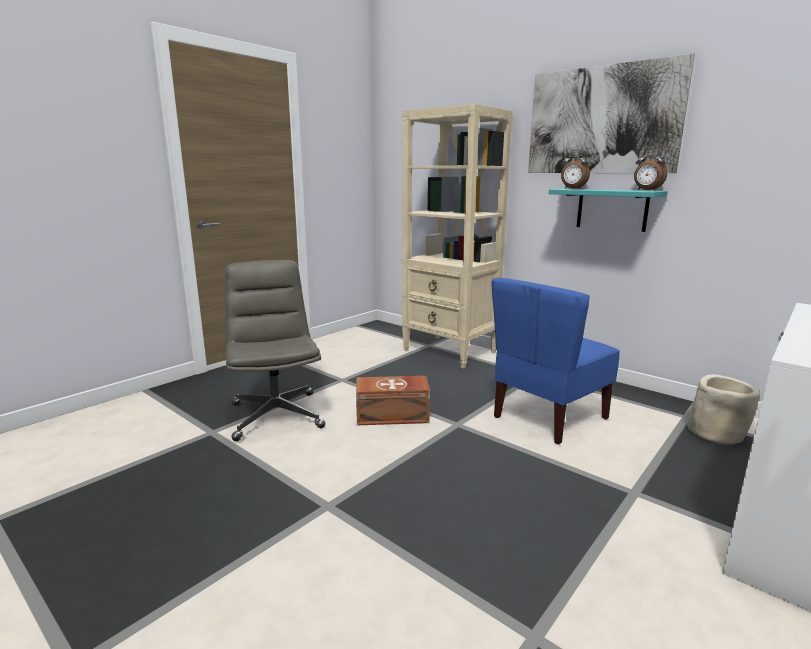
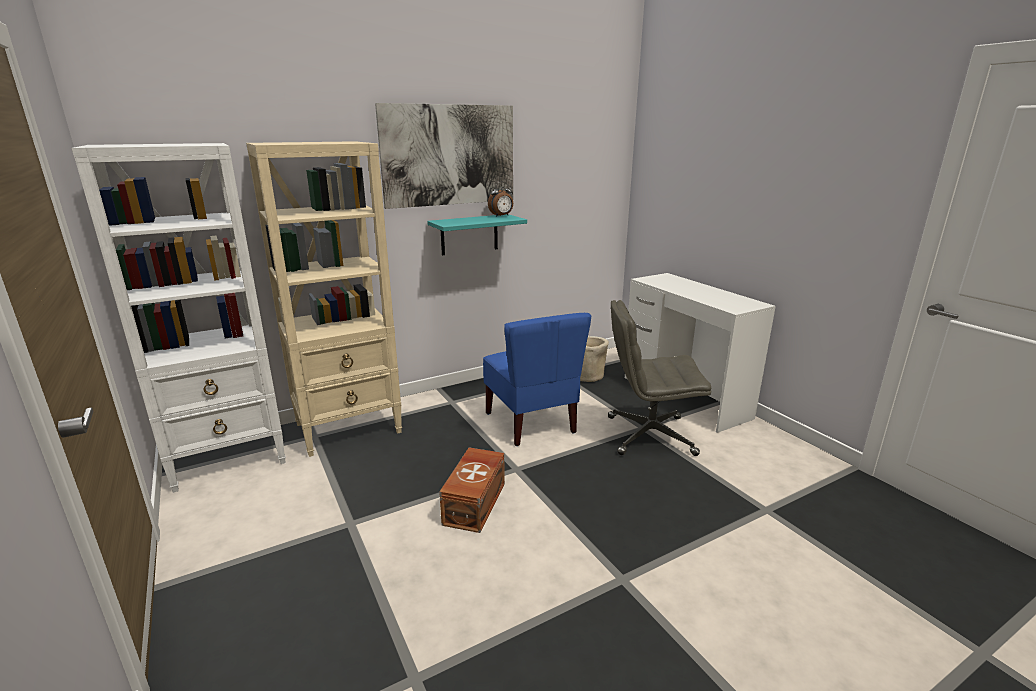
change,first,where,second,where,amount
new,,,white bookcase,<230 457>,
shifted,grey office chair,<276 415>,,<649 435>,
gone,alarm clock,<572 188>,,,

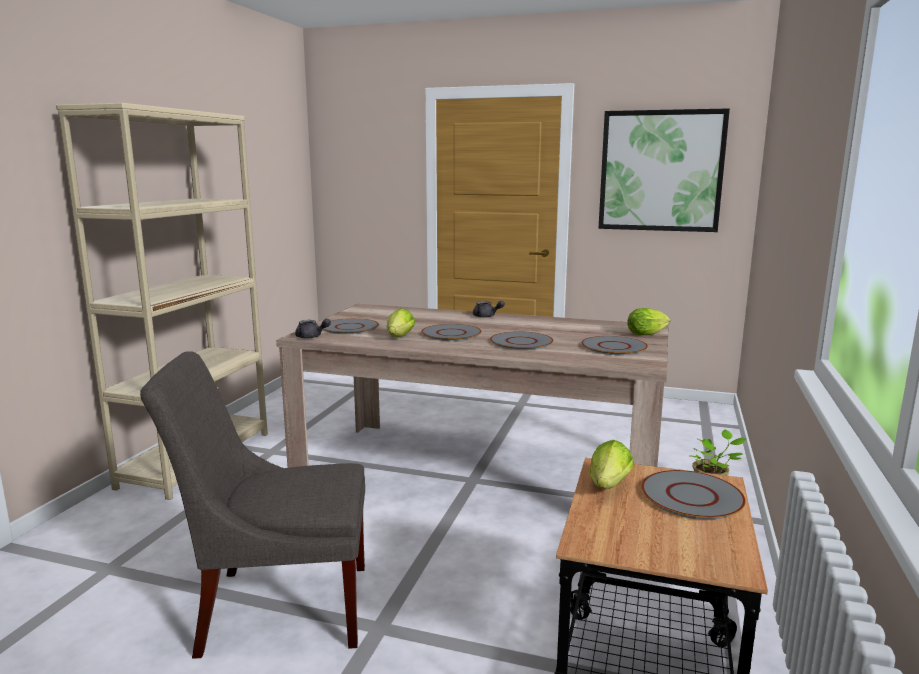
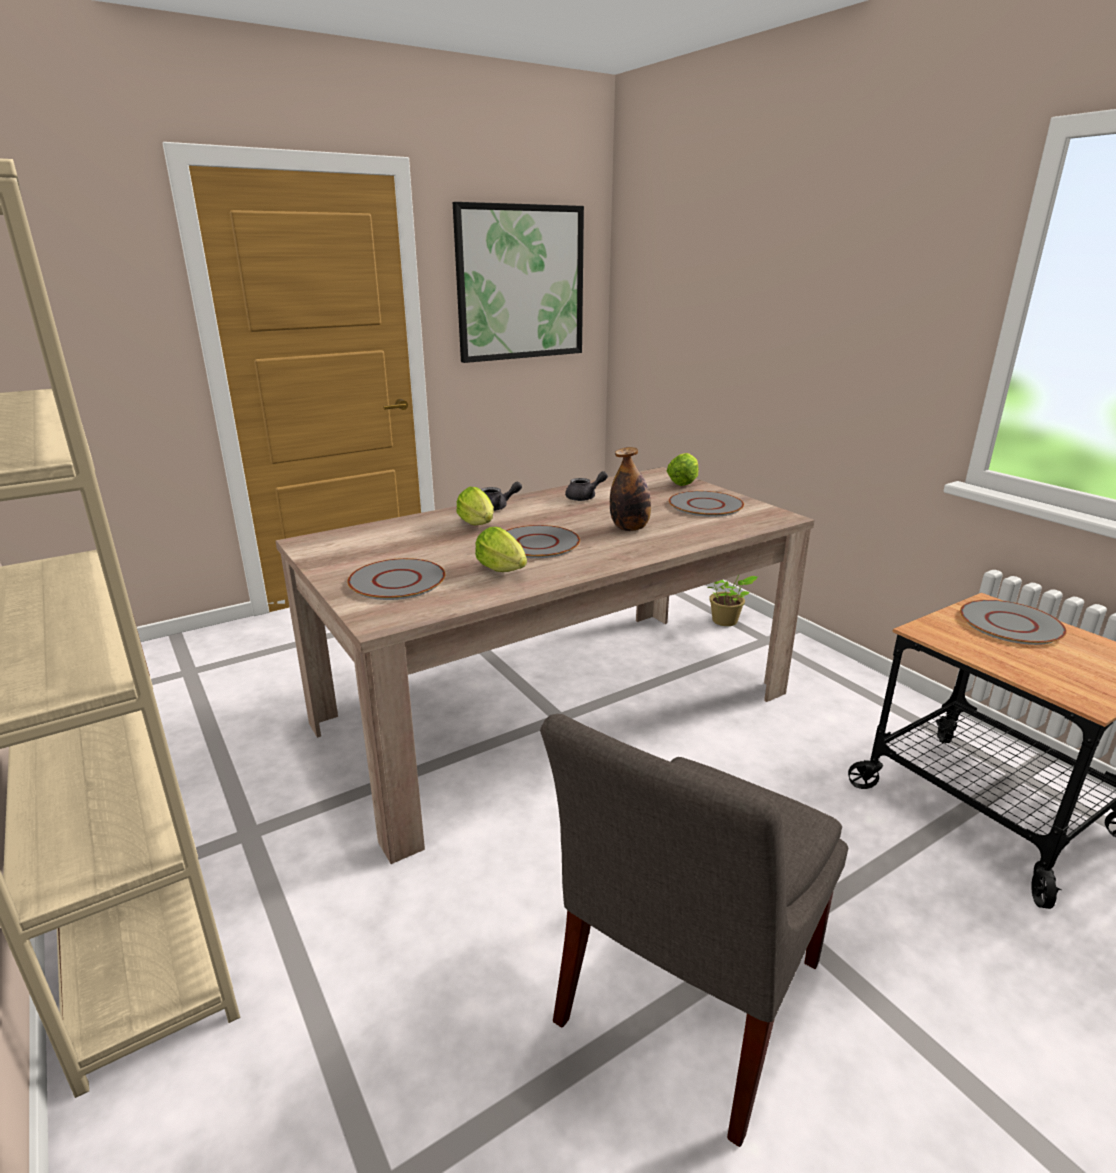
change,first,where,second,where,amount
shifted,lettuce,<608 487>,,<478 525>,
shifted,grey teapot,<311 337>,,<585 497>,
swapped,grey plate,<521 342>,bottle,<629 528>,

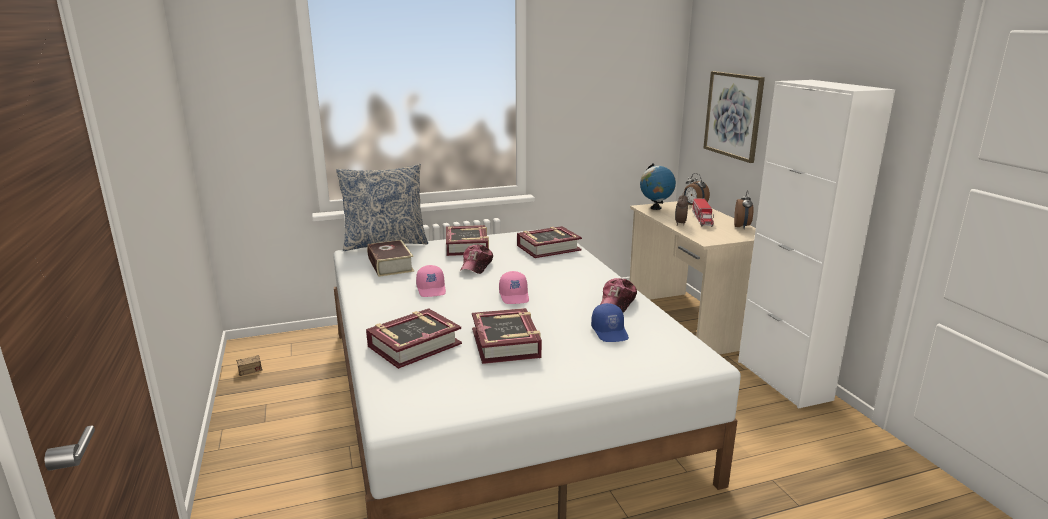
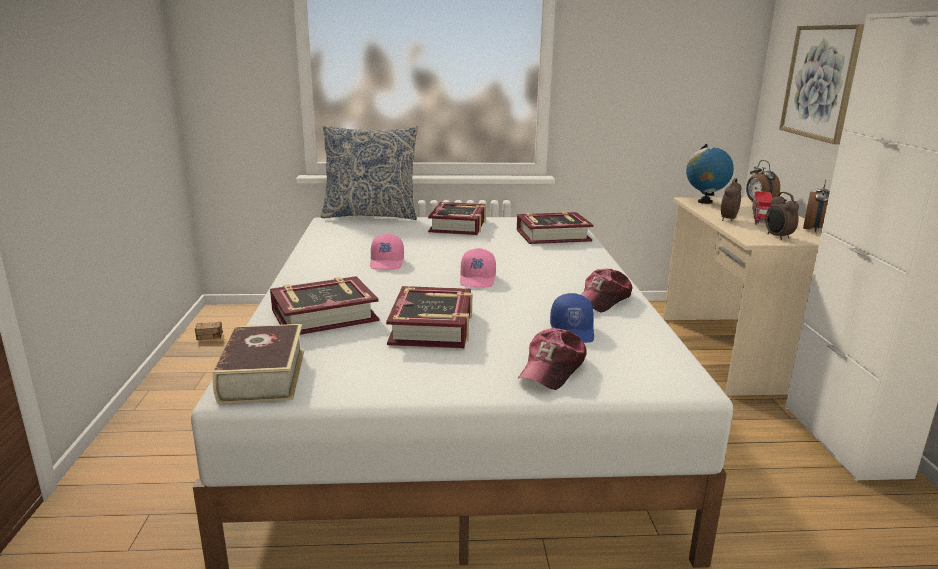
change,first,where,second,where,amount
shifted,book,<390 265>,,<263 375>,
shifted,cap,<476 266>,,<552 369>,
new,,,alarm clock,<777 237>,

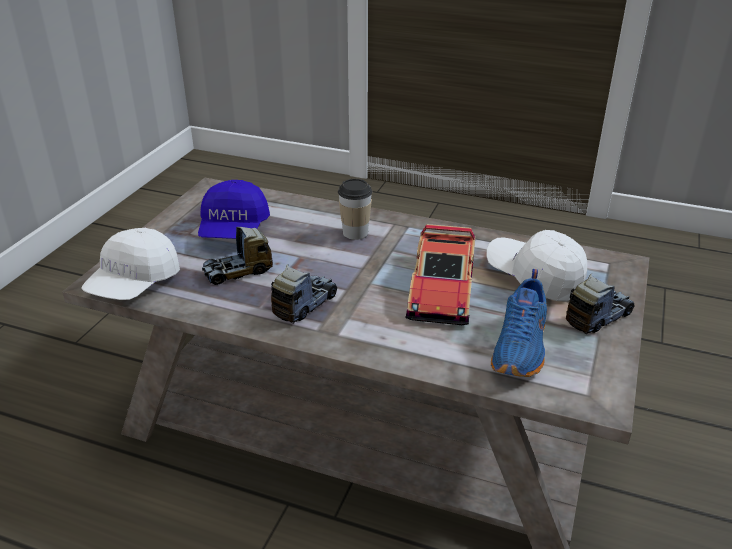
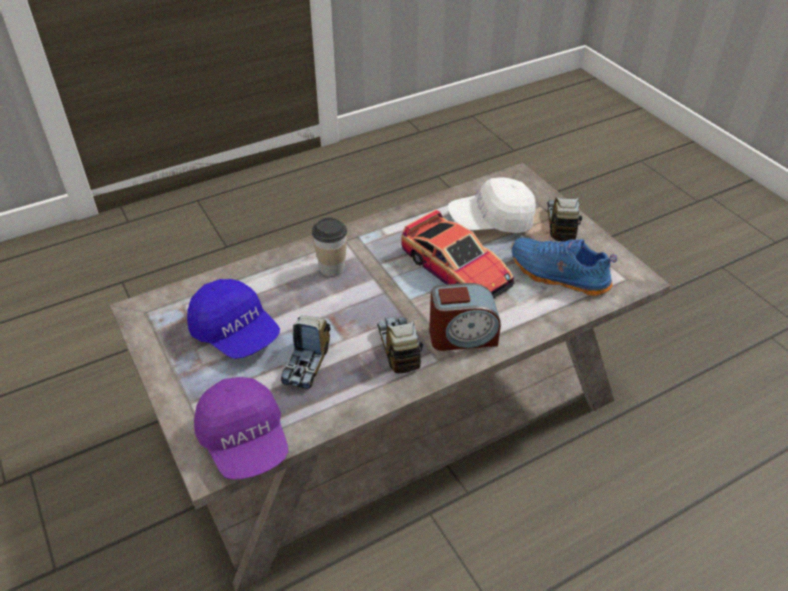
change,first,where,second,where,amount
repainted,white cap,<134 284>,purple cap,<245 441>,
new,,,alarm clock,<462 336>,
rotated,blue shoe,<521 347>,,<558 276>,150 degrees clockwise

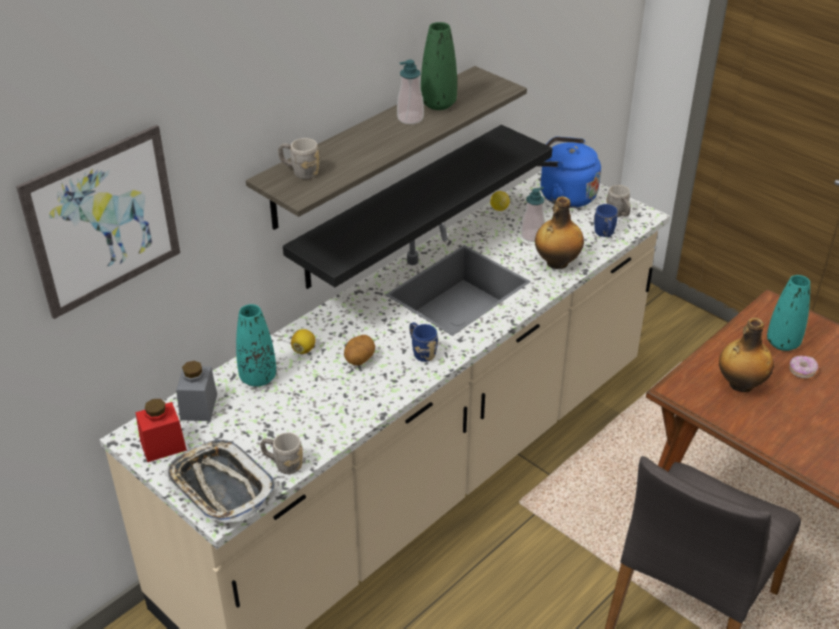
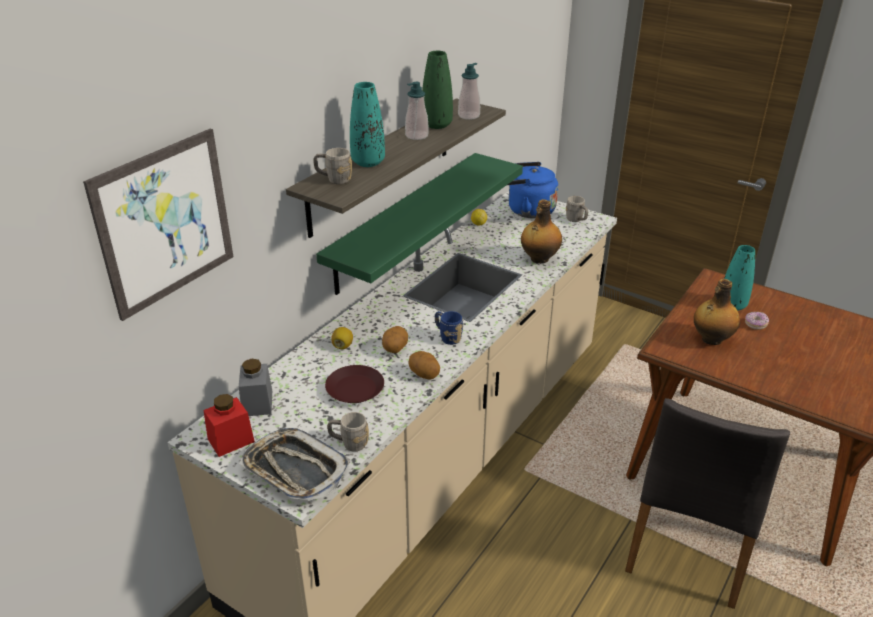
change,first,where,second,where,amount
repainted,black shelf,<400 206>,green shelf,<404 221>,
new,,,brown plate,<355 389>,
shifted,turquoise vase,<258 378>,,<368 162>,
new,,,potato,<424 374>,
shifted,soap dispenser,<532 236>,,<469 116>,
gone,blue mug,<604 234>,,,

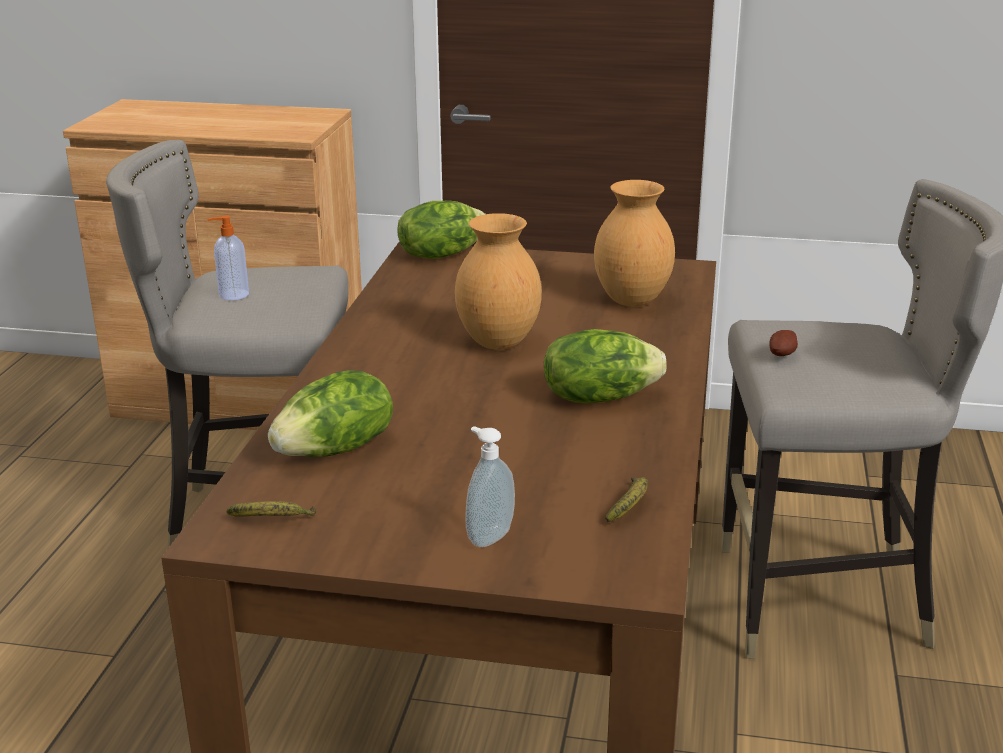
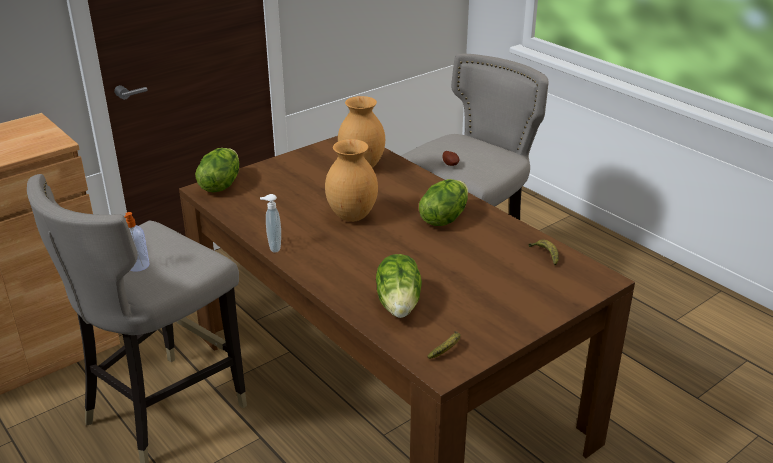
change,first,where,second,where,amount
shifted,soap dispenser,<488 536>,,<273 247>,

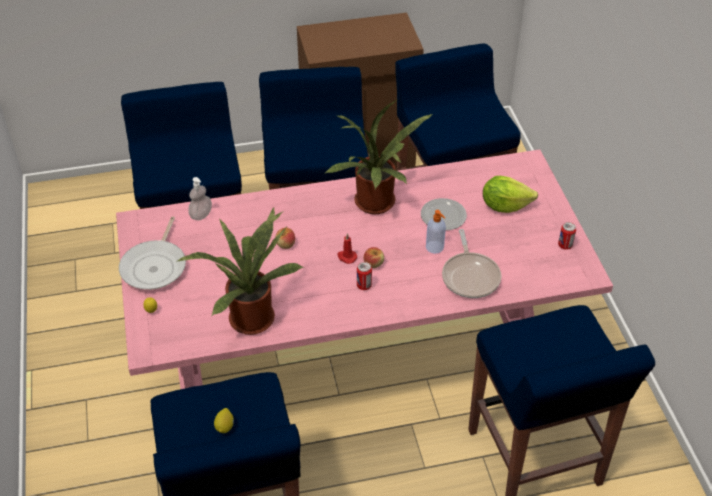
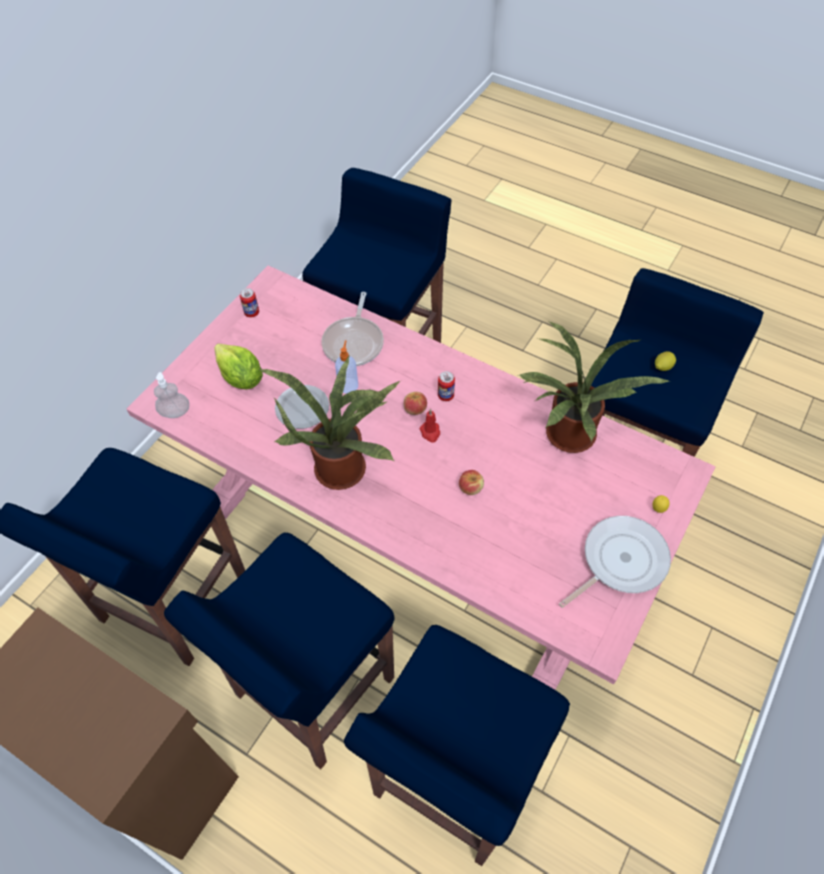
change,first,where,second,where,amount
shifted,soap dispenser,<201 215>,,<175 412>,
rotated,frying pan,<470 276>,,<354 342>,150 degrees clockwise

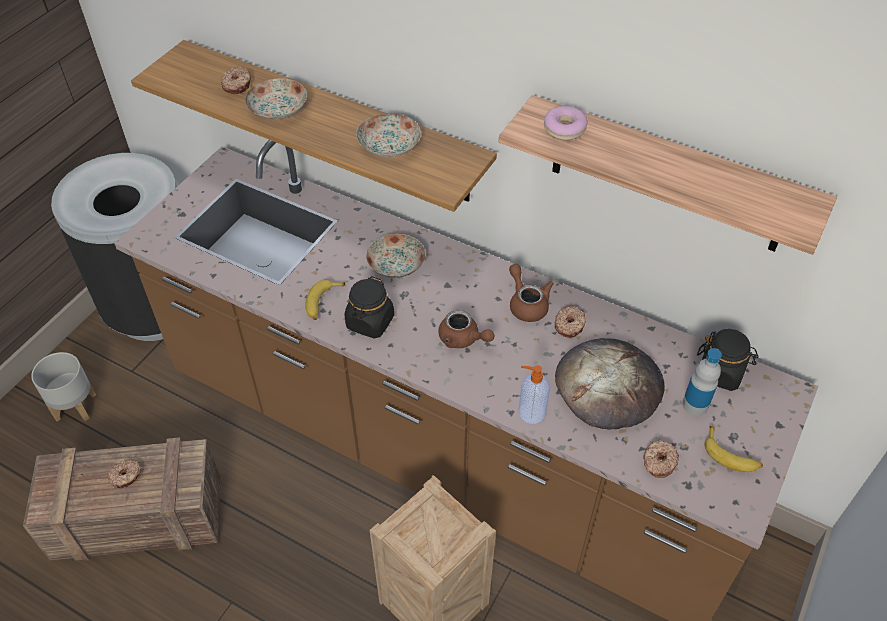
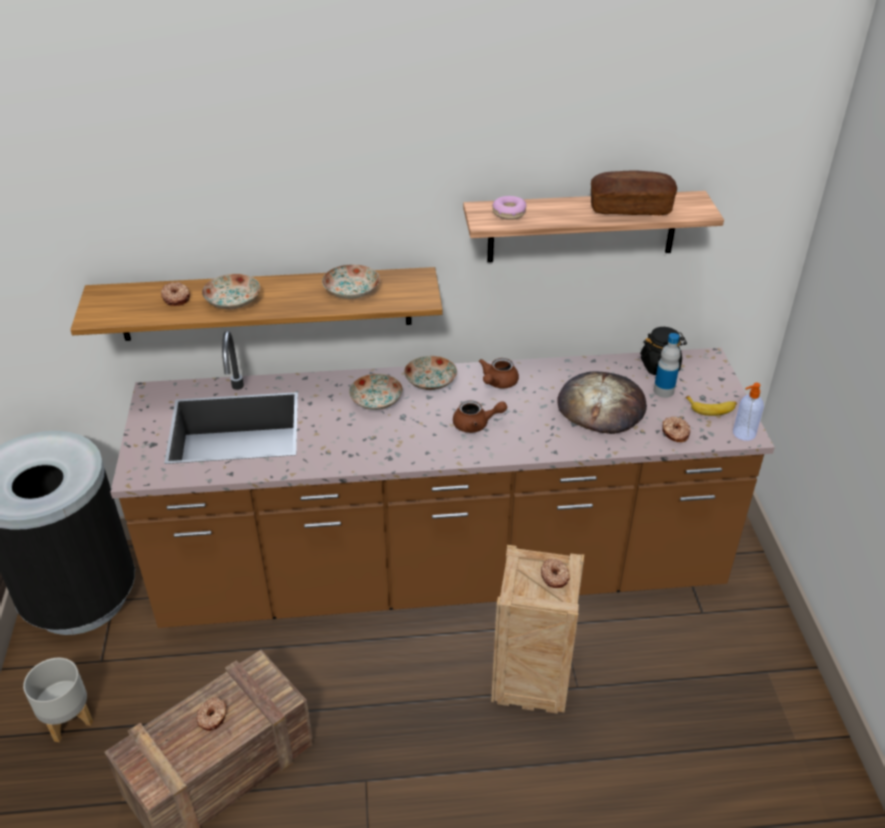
change,first,where,second,where,amount
new,,,plate,<430 382>,
rotated,brown teapot,<527 304>,,<497 383>,90 degrees counterclockwise
shifted,donut,<570 325>,,<555 576>,
new,,,bread,<630 208>,
shifted,soap dispenser,<530 412>,,<743 433>,
gone,banana,<323 303>,,,
gone,black jar,<370 322>,,,

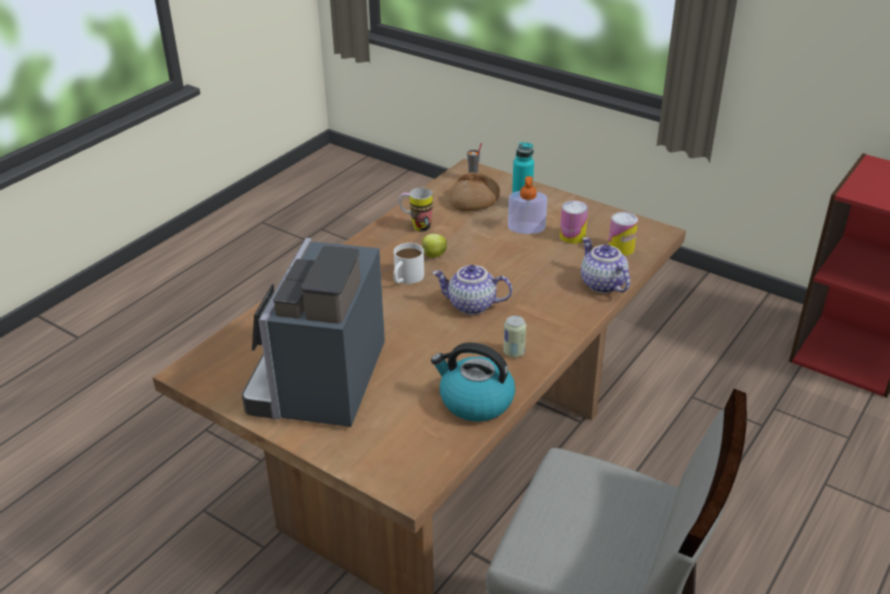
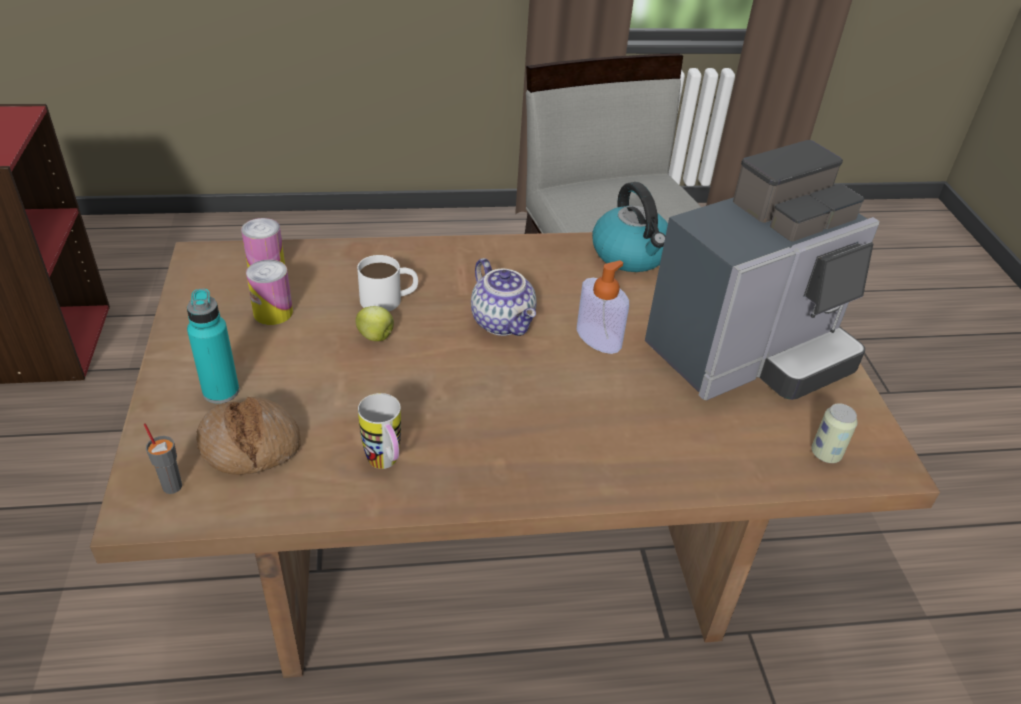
change,first,where,second,where,amount
shifted,apple,<433 255>,,<376 337>,
shifted,white mug,<406 278>,,<389 299>,
shifted,soap dispenser,<526 228>,,<598 337>,
shifted,can,<514 352>,,<825 454>,
gone,teapot,<601 284>,,,

